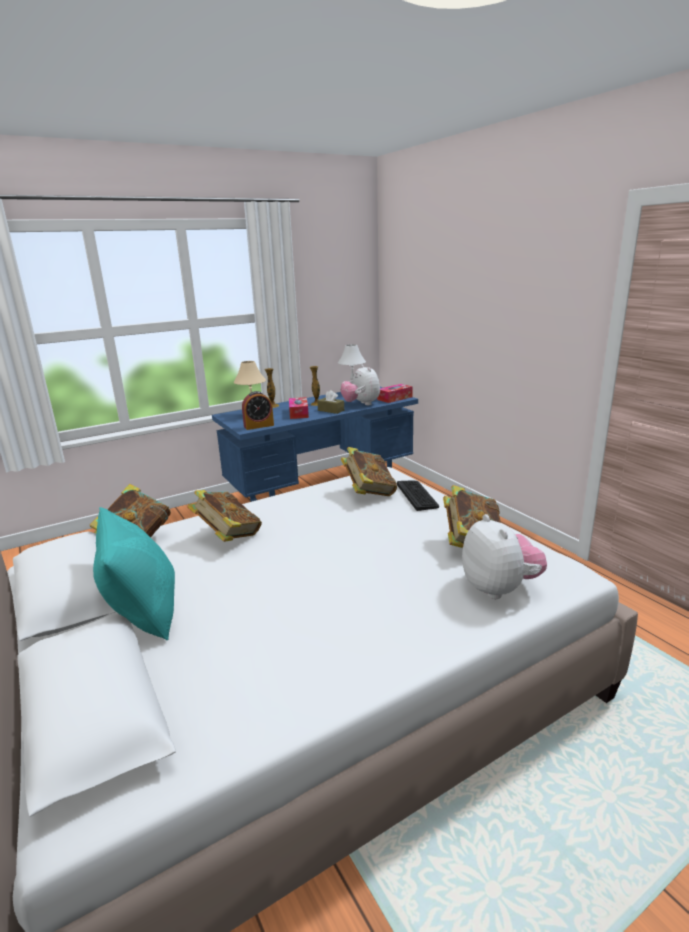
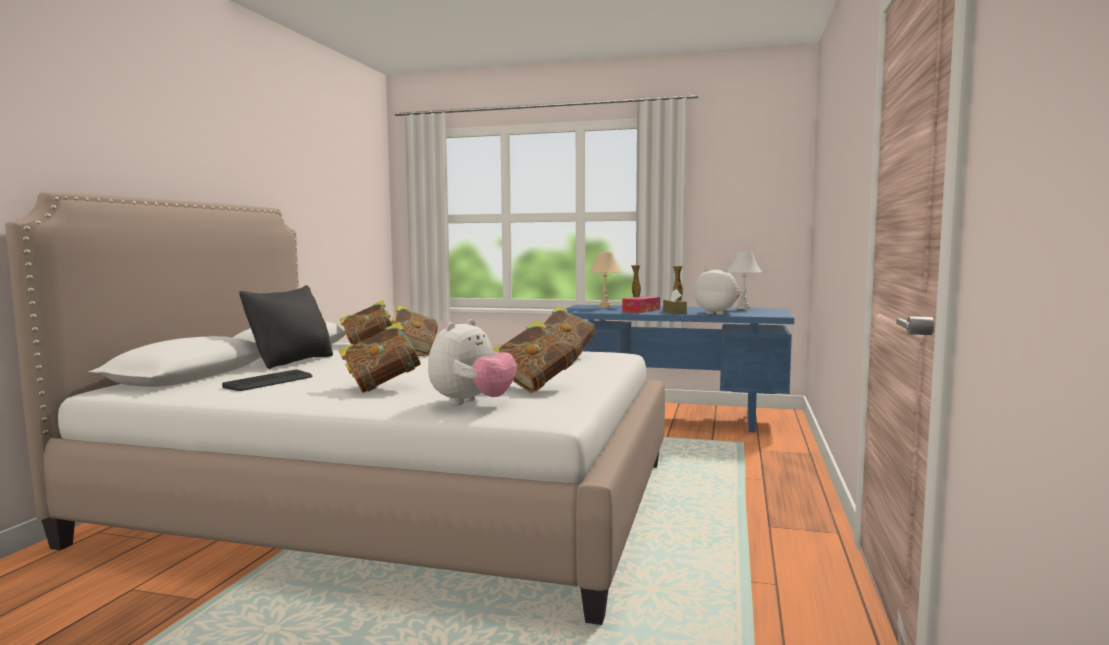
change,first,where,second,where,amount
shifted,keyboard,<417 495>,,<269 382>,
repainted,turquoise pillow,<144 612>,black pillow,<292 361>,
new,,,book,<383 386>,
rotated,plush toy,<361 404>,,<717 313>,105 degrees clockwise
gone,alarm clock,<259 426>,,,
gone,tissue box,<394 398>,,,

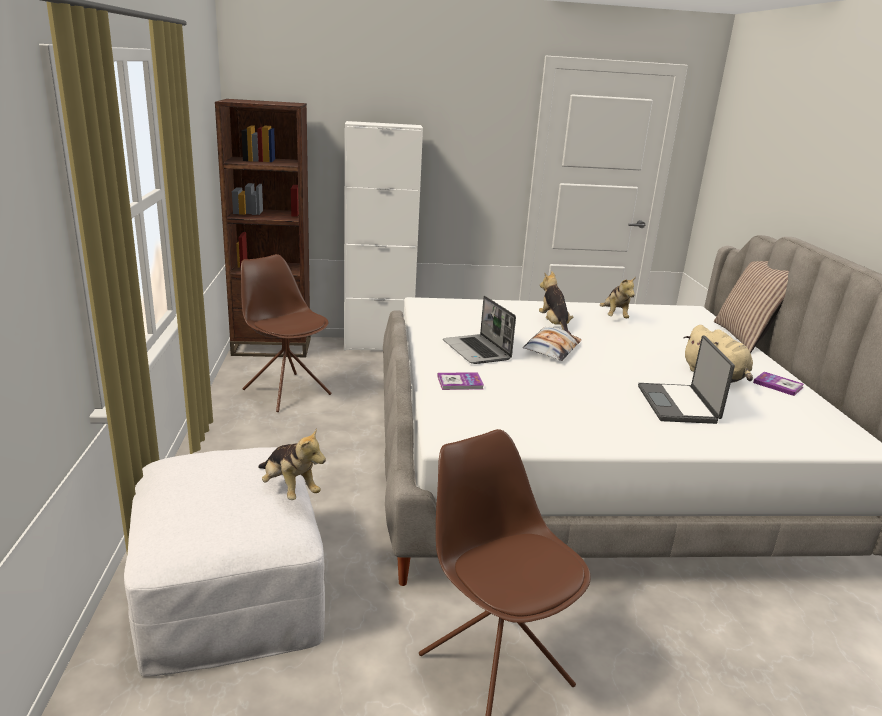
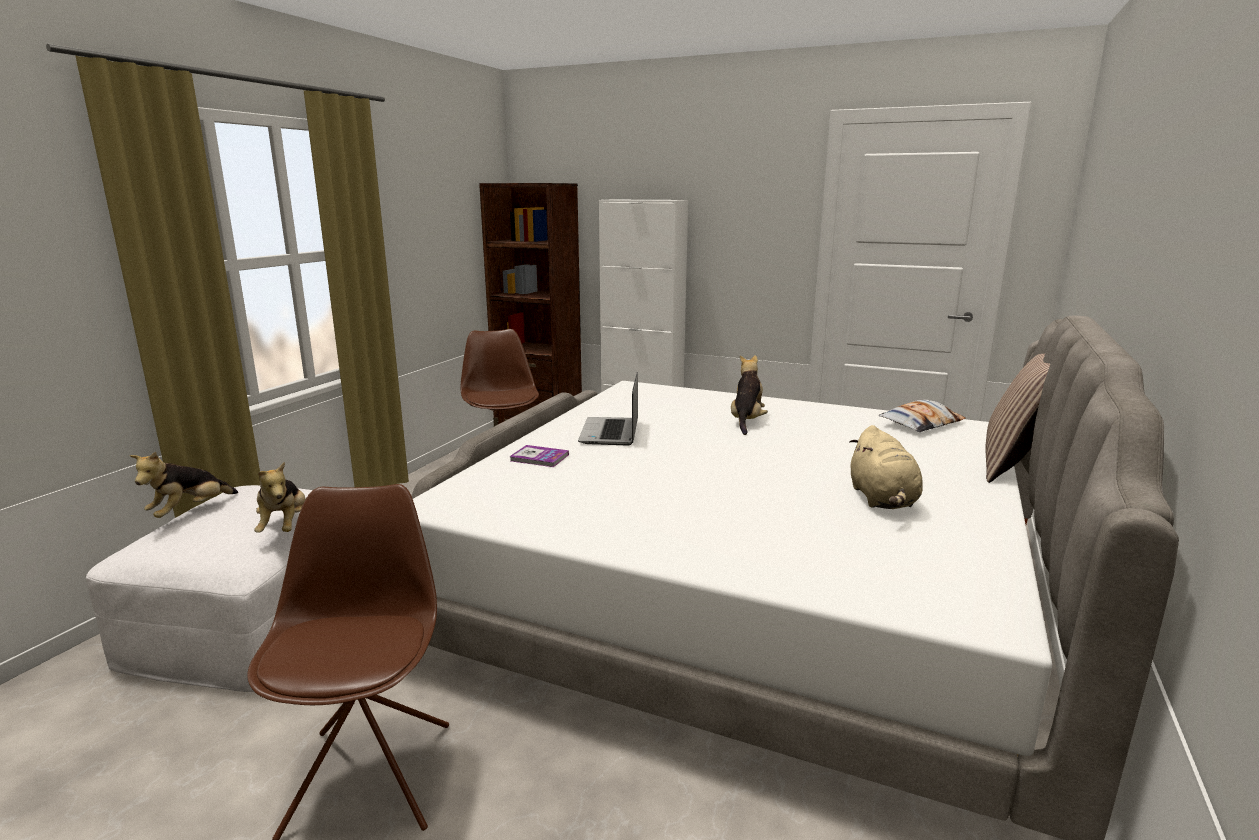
change,first,where,second,where,amount
shifted,plush toy,<614 316>,,<190 511>,
shifted,pillow,<551 349>,,<921 423>,
gone,laptop,<678 405>,,,
gone,book,<778 385>,,,

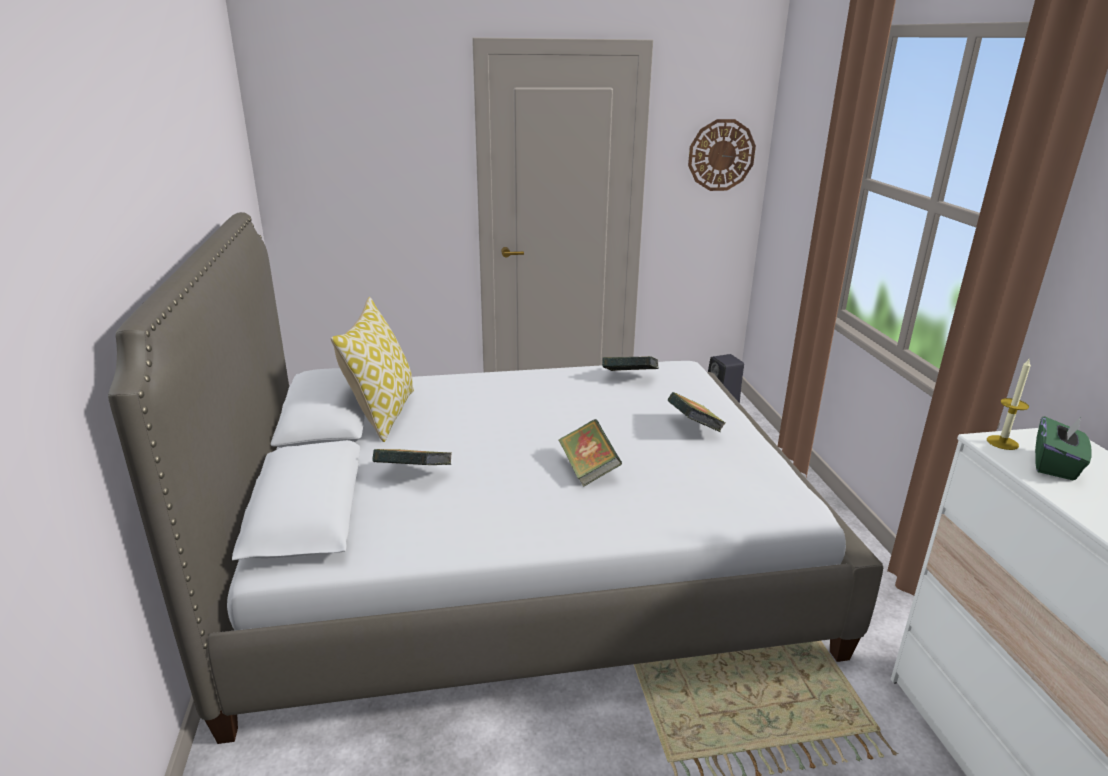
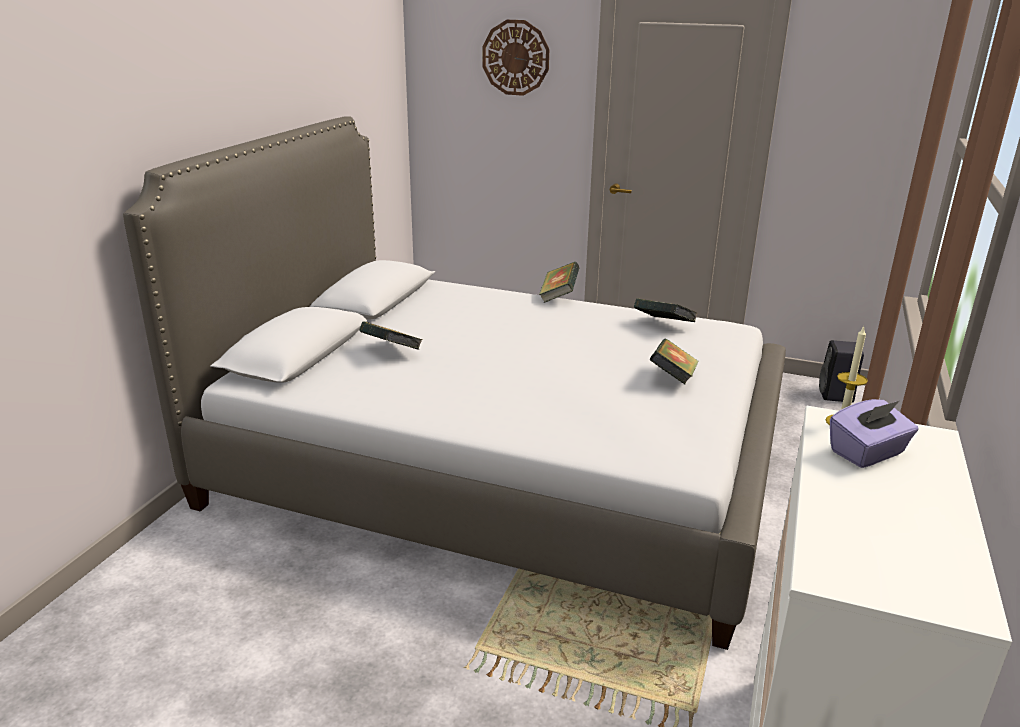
change,first,where,second,where,amount
shifted,wall clock,<721 155>,,<515 57>,
shifted,book,<588 470>,,<558 296>,
repainted,green tissue box,<1055 465>,purple tissue box,<867 453>,
gone,pillow,<381 414>,,,

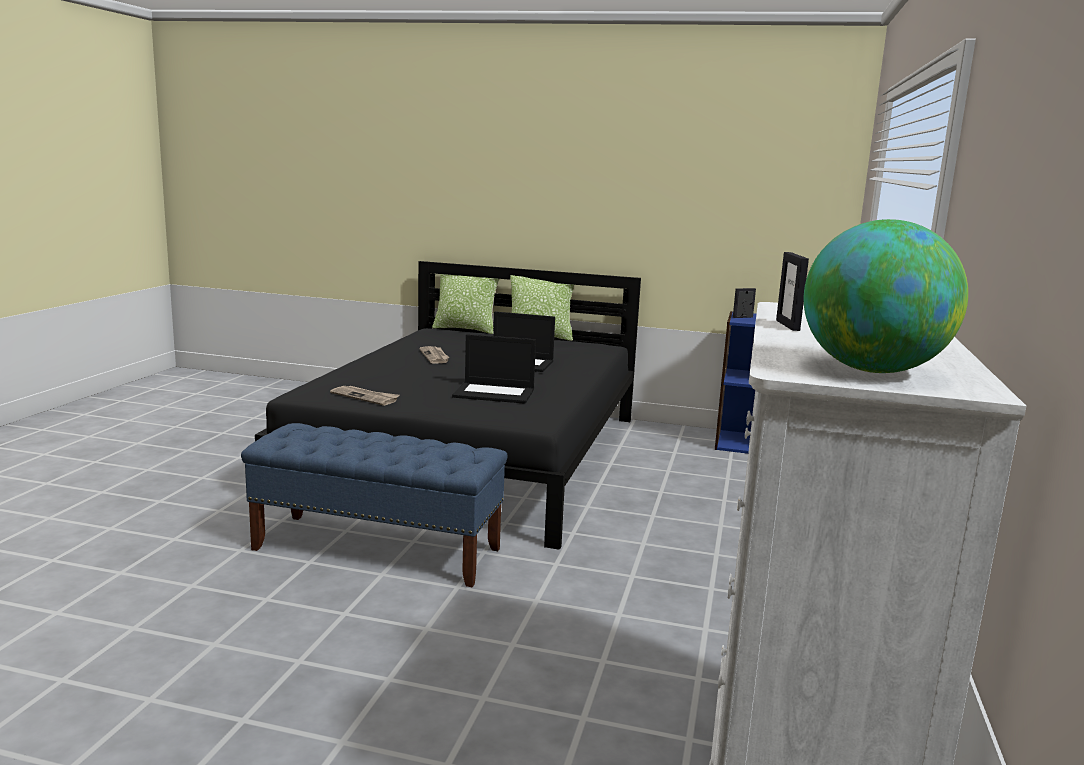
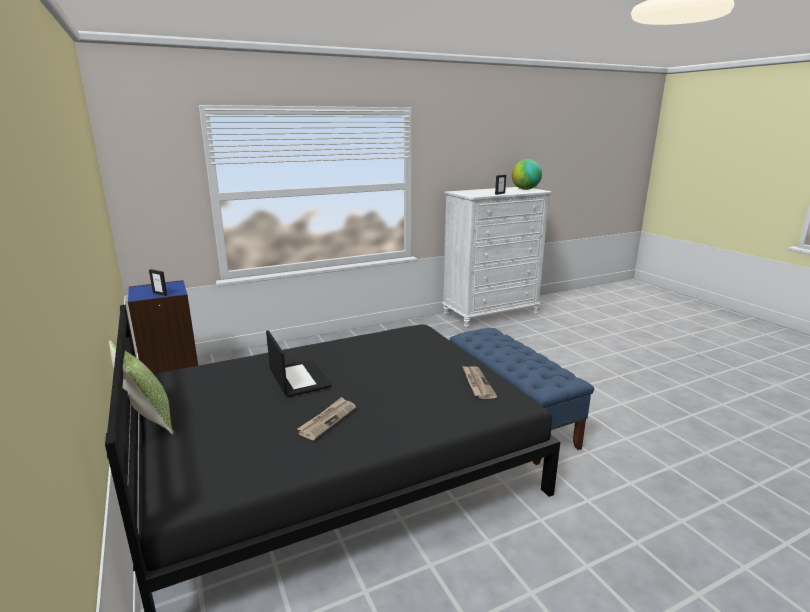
change,first,where,second,where,amount
gone,pillow,<465 329>,,,
gone,laptop,<495 393>,,,

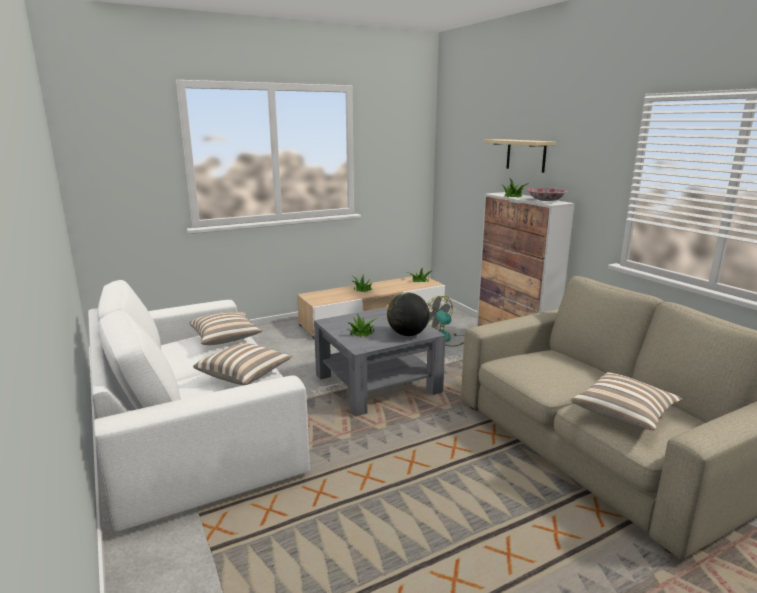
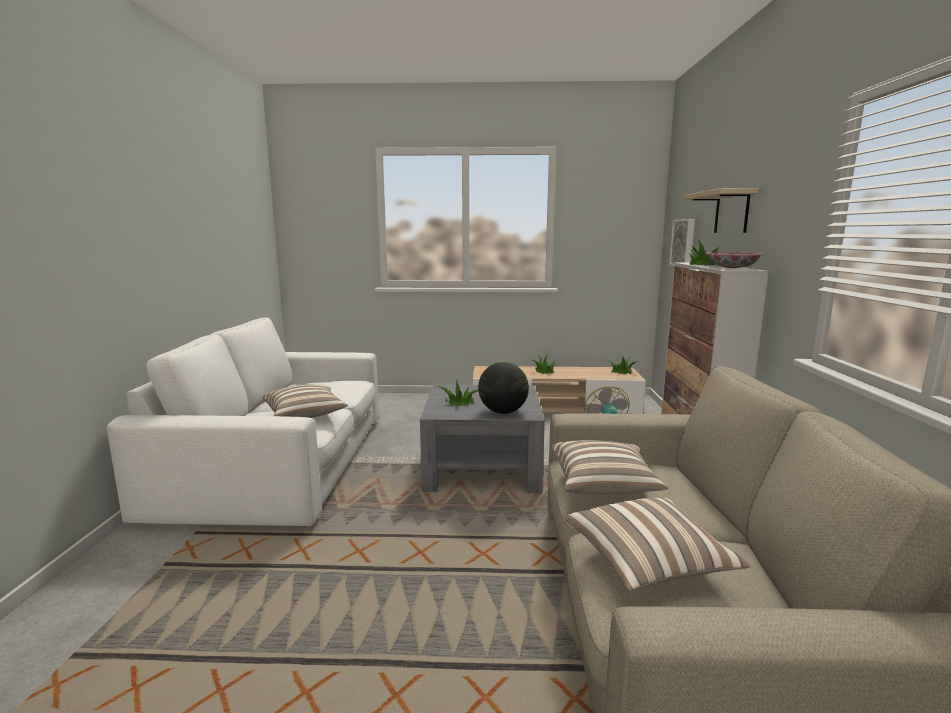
change,first,where,second,where,amount
shifted,pillow,<226 338>,,<603 484>,
new,,,picture,<684 243>,

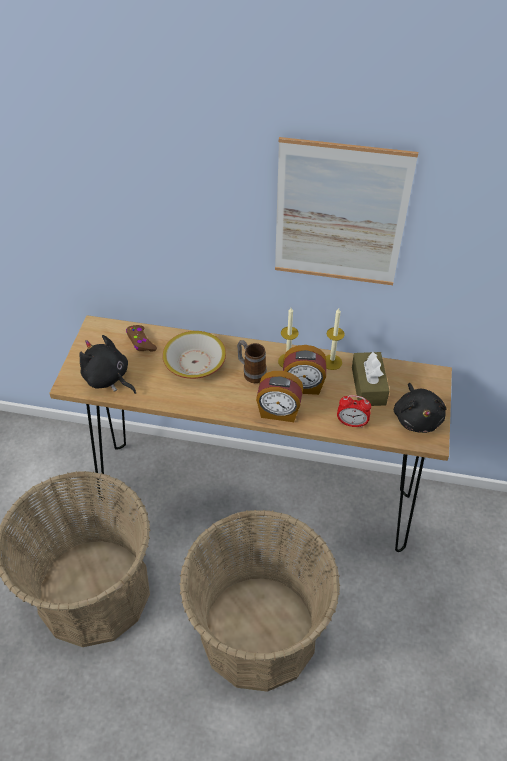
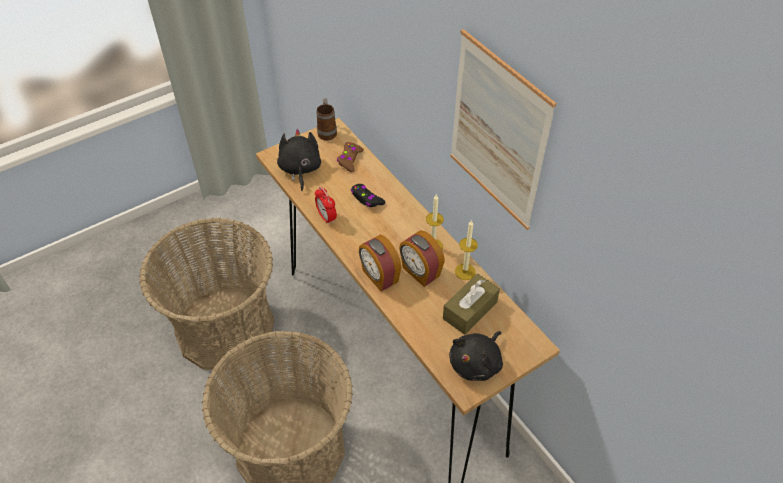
change,first,where,second,where,amount
shifted,alarm clock,<352 423>,,<326 217>,
shifted,mug,<251 372>,,<327 131>,
swapped,bowl,<194 362>,black game controller,<366 199>,

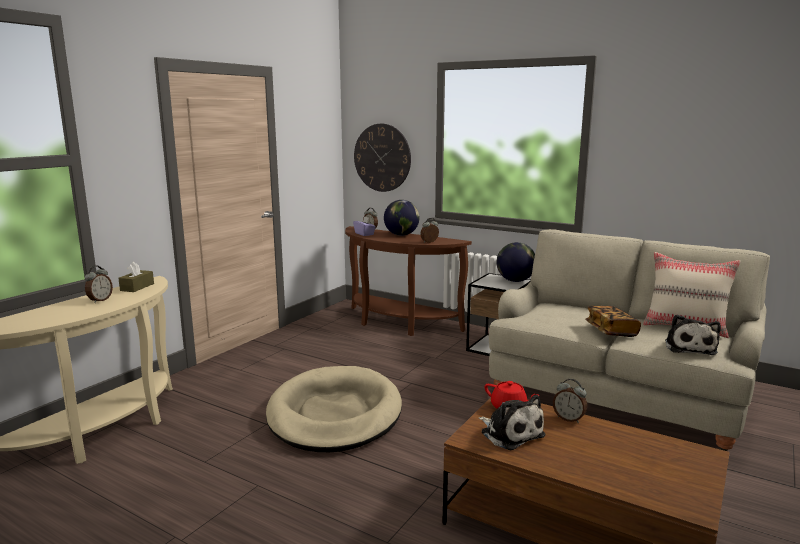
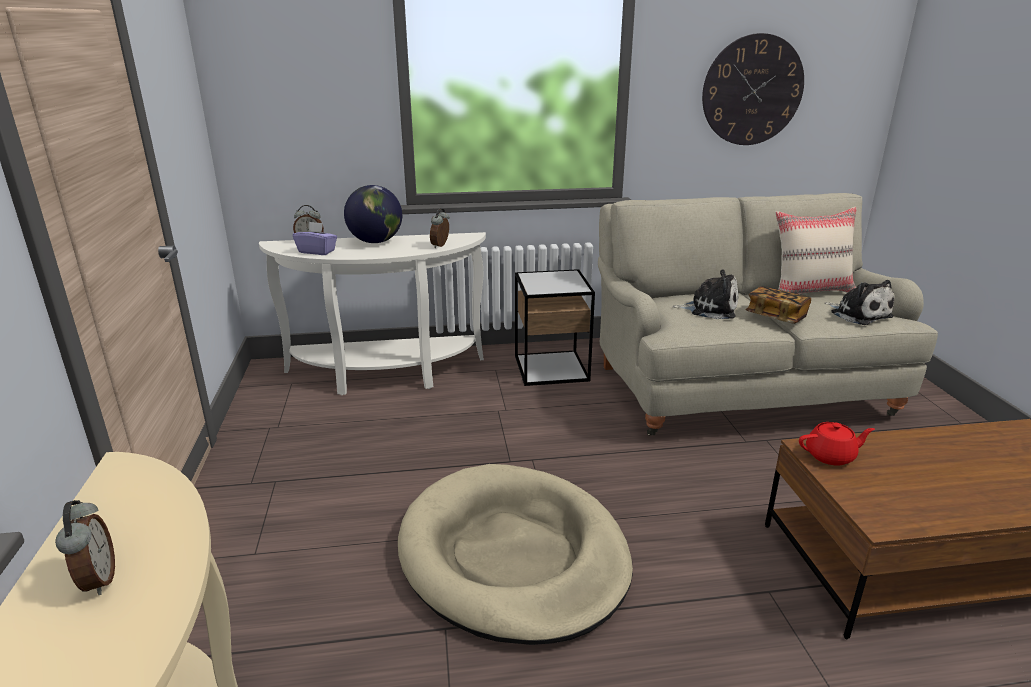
change,first,where,second,where,amount
repainted,brown console table,<397 324>,white console table,<385 376>,
shifted,plush toy,<510 433>,,<710 309>,
shifted,wall clock,<382 158>,,<752 90>,
gone,brown tissue box,<137 287>,,,
gone,globe,<515 281>,,,
gone,alarm clock,<569 419>,,,

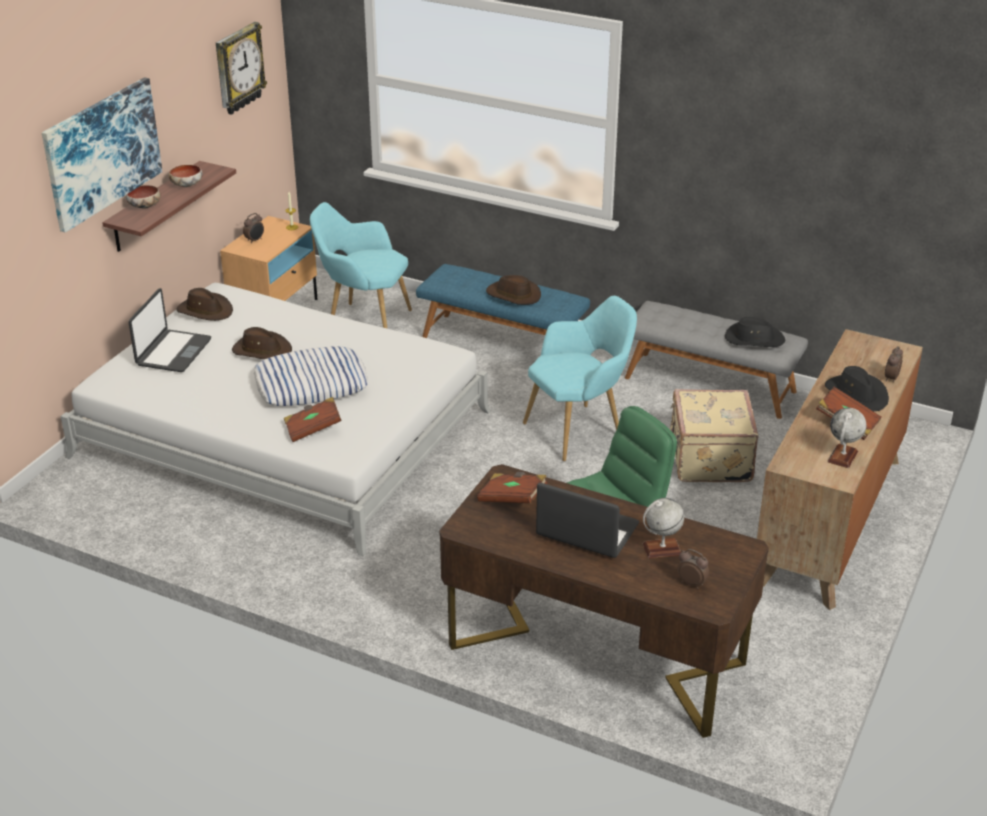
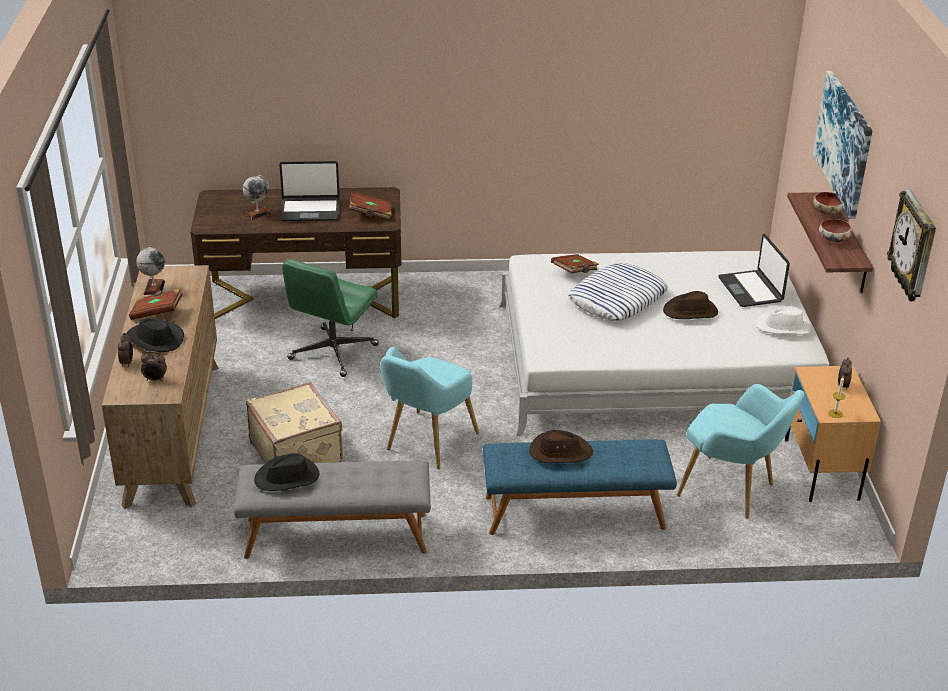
change,first,where,second,where,amount
shifted,alarm clock,<691 583>,,<155 379>,
rotated,turquoise armchair,<363 320>,,<732 491>,45 degrees clockwise
repainted,brown hat,<205 310>,white hat,<783 327>,

